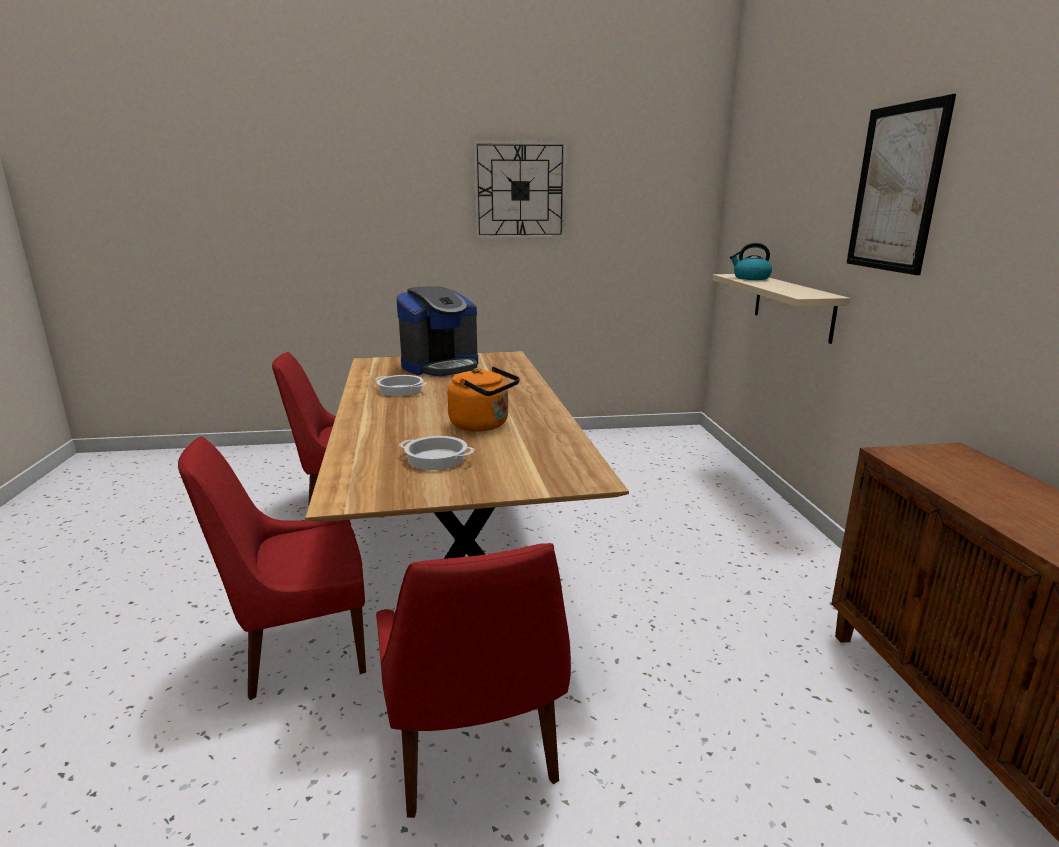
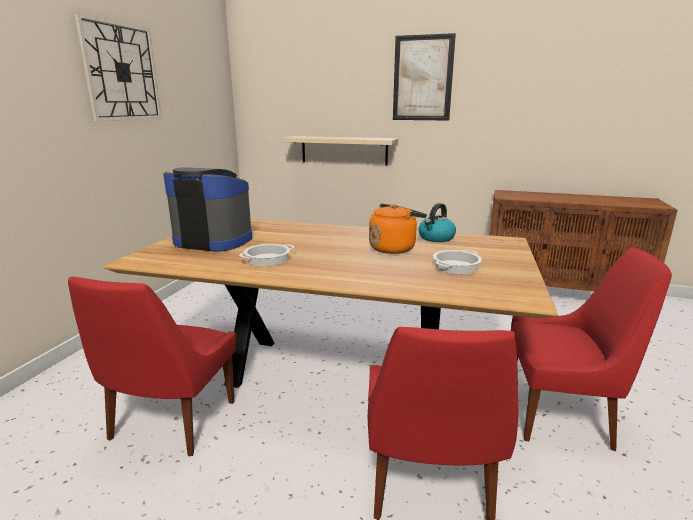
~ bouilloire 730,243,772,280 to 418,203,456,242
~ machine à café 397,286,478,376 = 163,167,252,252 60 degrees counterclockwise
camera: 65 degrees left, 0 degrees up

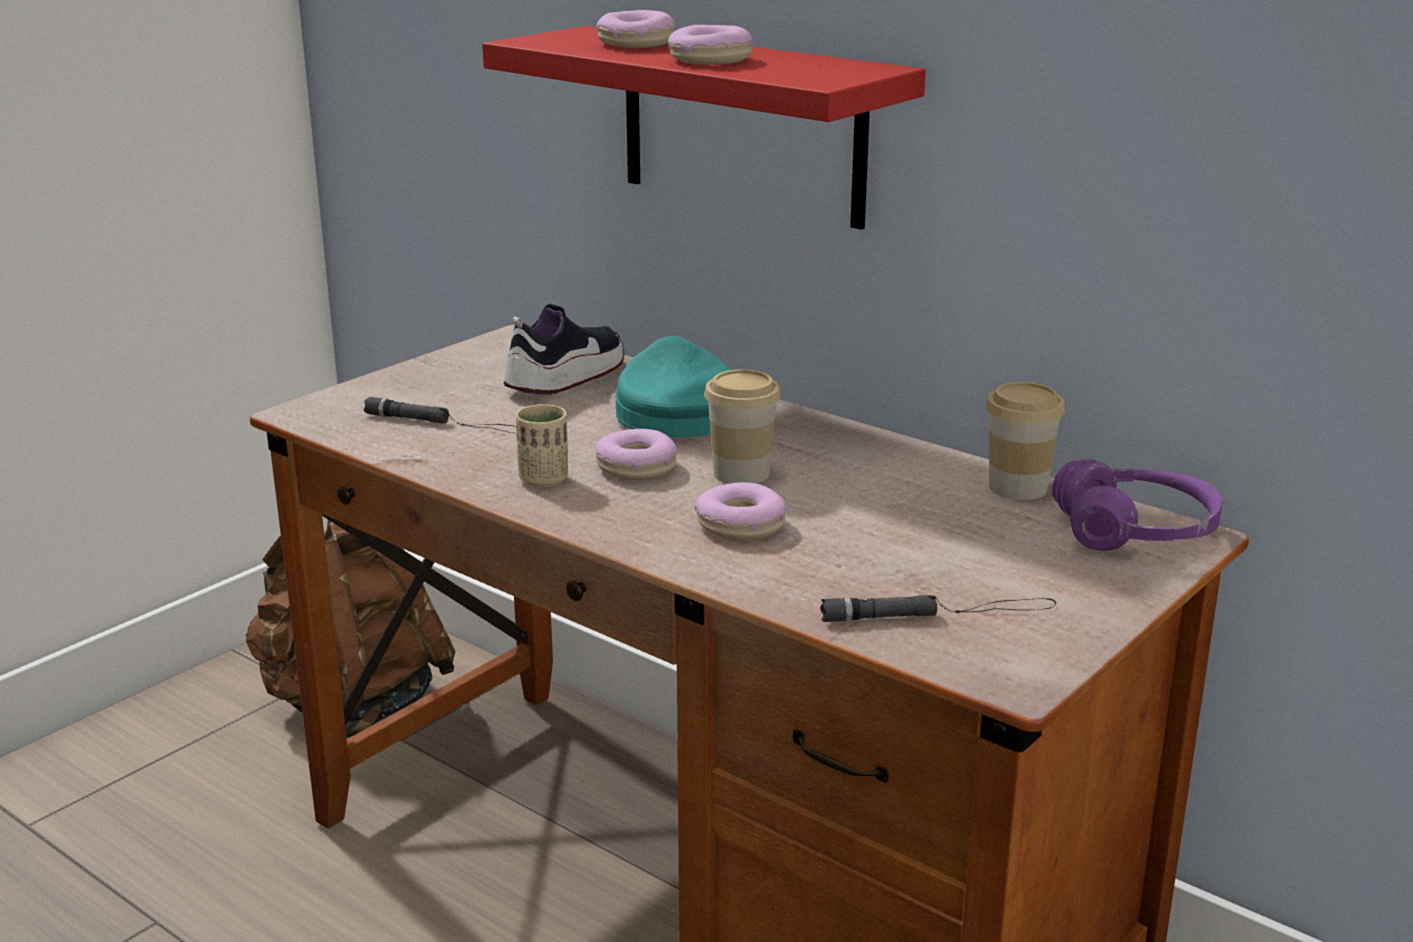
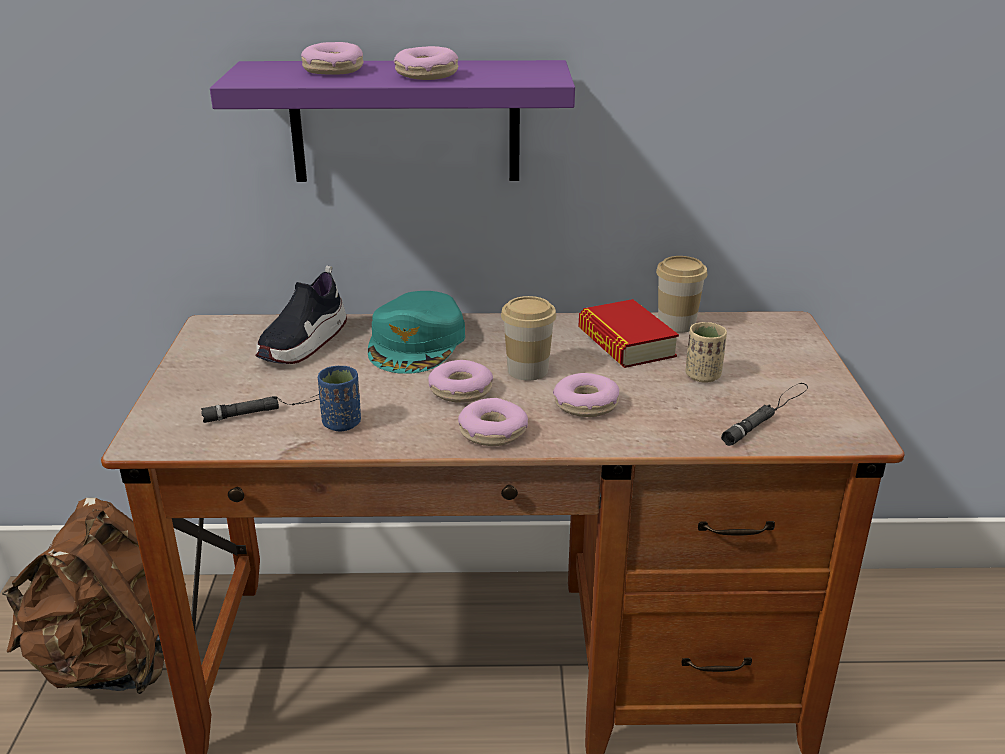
- casque audio/violet 1052,459,1222,551
+ tasse/bleu 318,366,361,431
+ beignet 458,398,528,446
+ livre 579,299,679,368
~ tasse/beige 516,404,568,487 to 685,322,727,383
~ étagère/rouge 482,26,926,230 to étagère/violet 210,60,575,182
~ chaussure 504,304,624,395 = 255,265,347,364 150 degrees counterclockwise
~ casquette/turquoise 616,336,732,438 = 368,291,465,374 120 degrees counterclockwise
camera: 40 degrees left, 5 degrees up

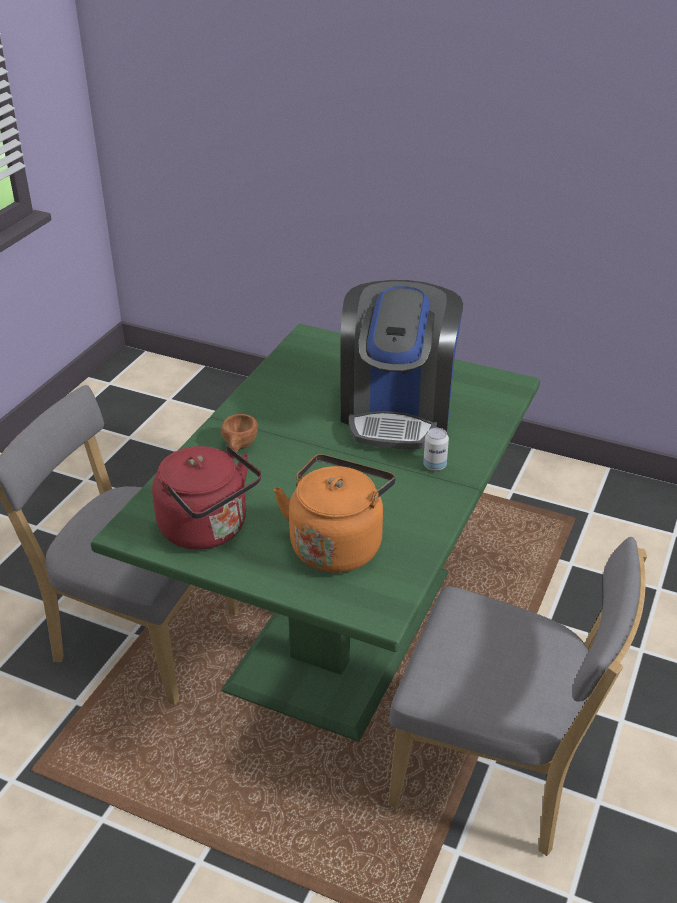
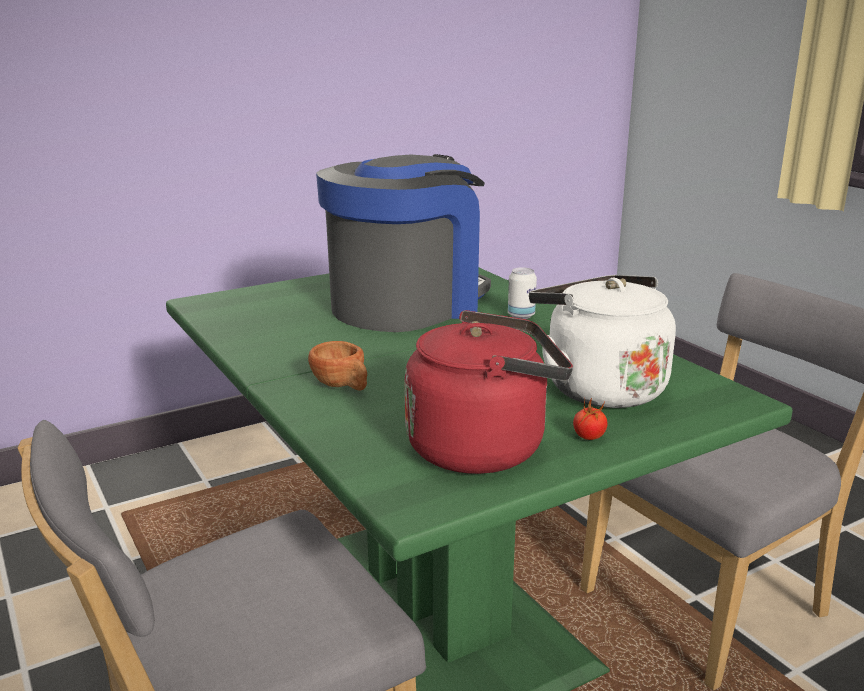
+ tomate 573,398,607,440
~ bouilloire/orange 274,454,396,573 to bouilloire/blanc 529,275,676,408
~ machine à café 340,280,463,449 = 316,154,491,332 90 degrees counterclockwise
camera: 55 degrees left, 15 degrees down

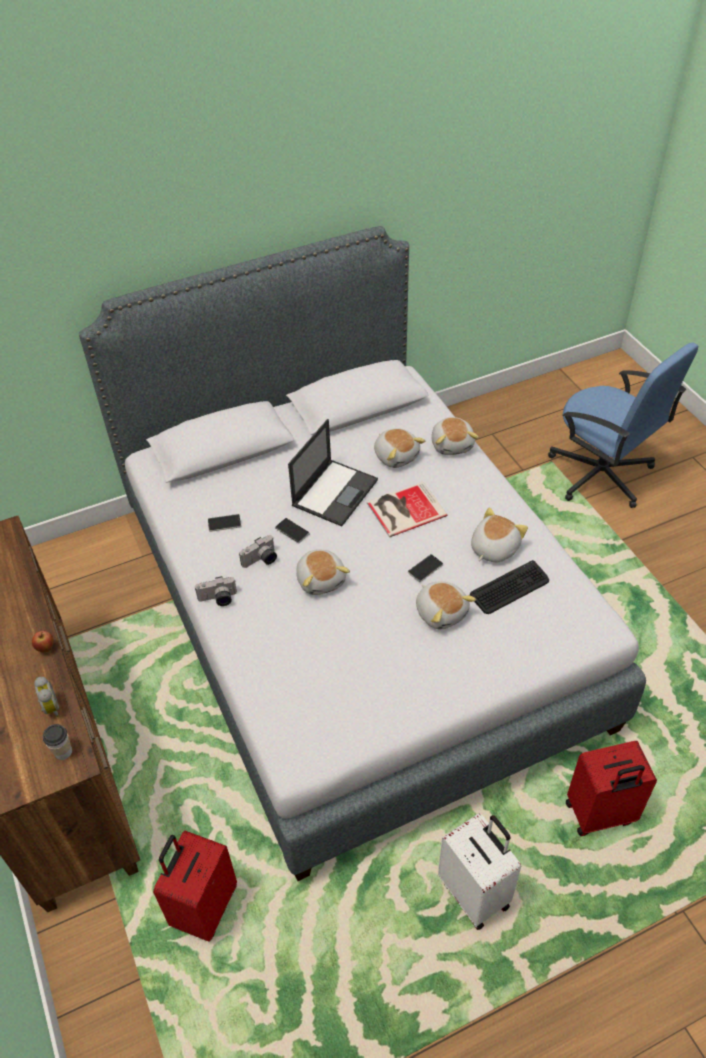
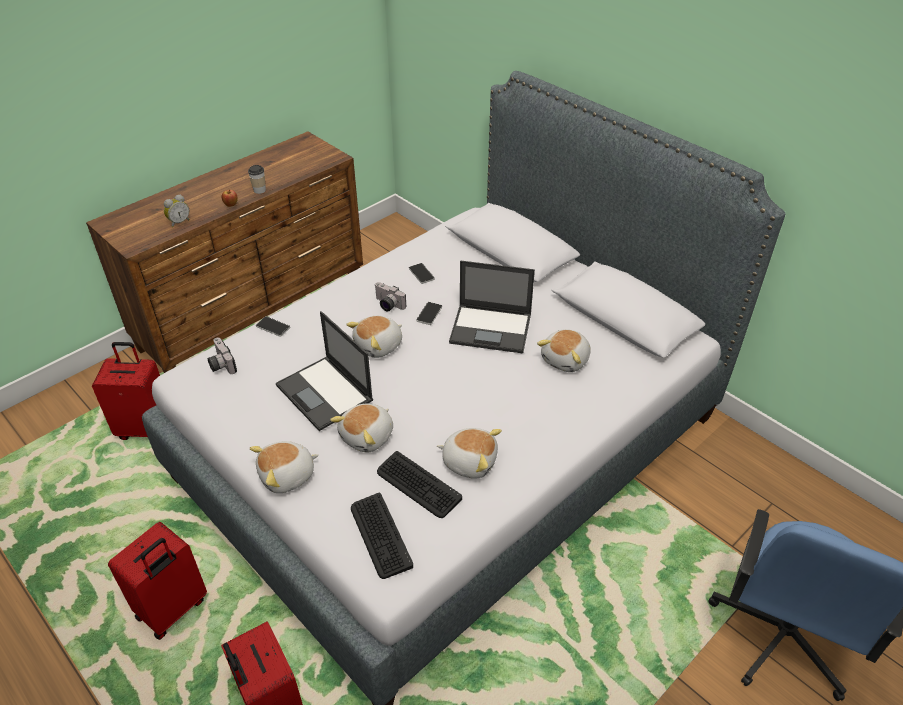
- livre 367,482,447,537
+ ordinateur portable 276,311,373,431
+ clavier 351,493,413,579
~ tasse 43,724,72,760 to 248,165,266,194
~ appareil photo 195,576,237,606 to 208,337,237,374
~ téléphone 408,554,443,582 to 256,316,290,337
~ peluche 431,417,479,455 to 250,441,319,493
~ valise/blanc 438,813,521,930 to valise/rouge 108,522,207,640
camera: 70 degrees right, 5 degrees down

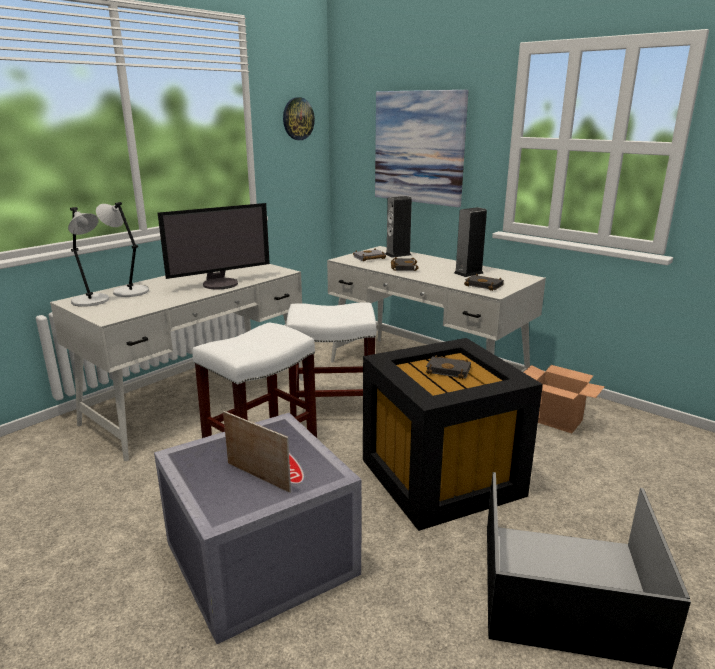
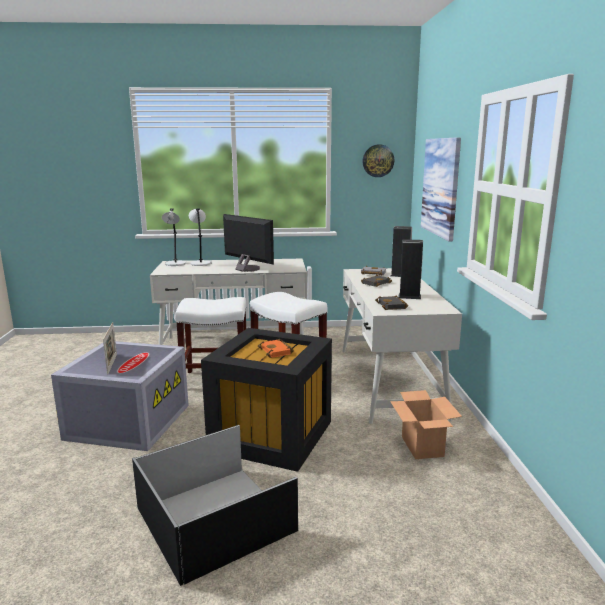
~ livre/noir 426,355,471,379 to livre/orange 258,339,294,358
~ écran d'ordinateur 158,203,270,289 = 223,214,274,272 150 degrees counterclockwise
camera: 45 degrees right, 5 degrees down

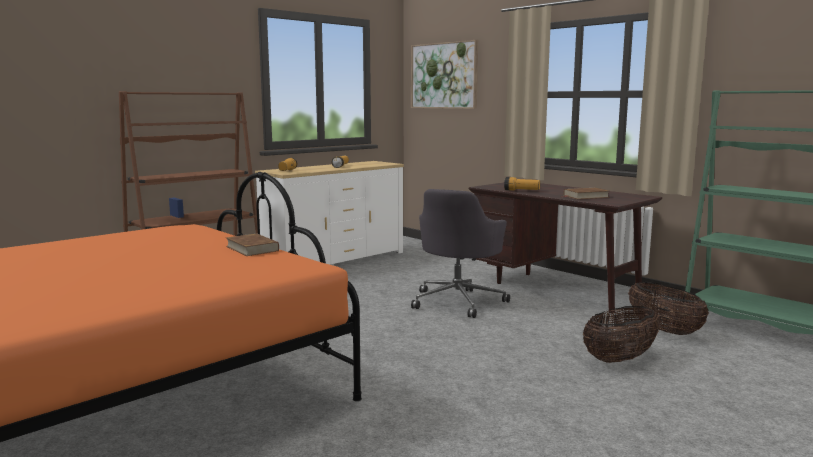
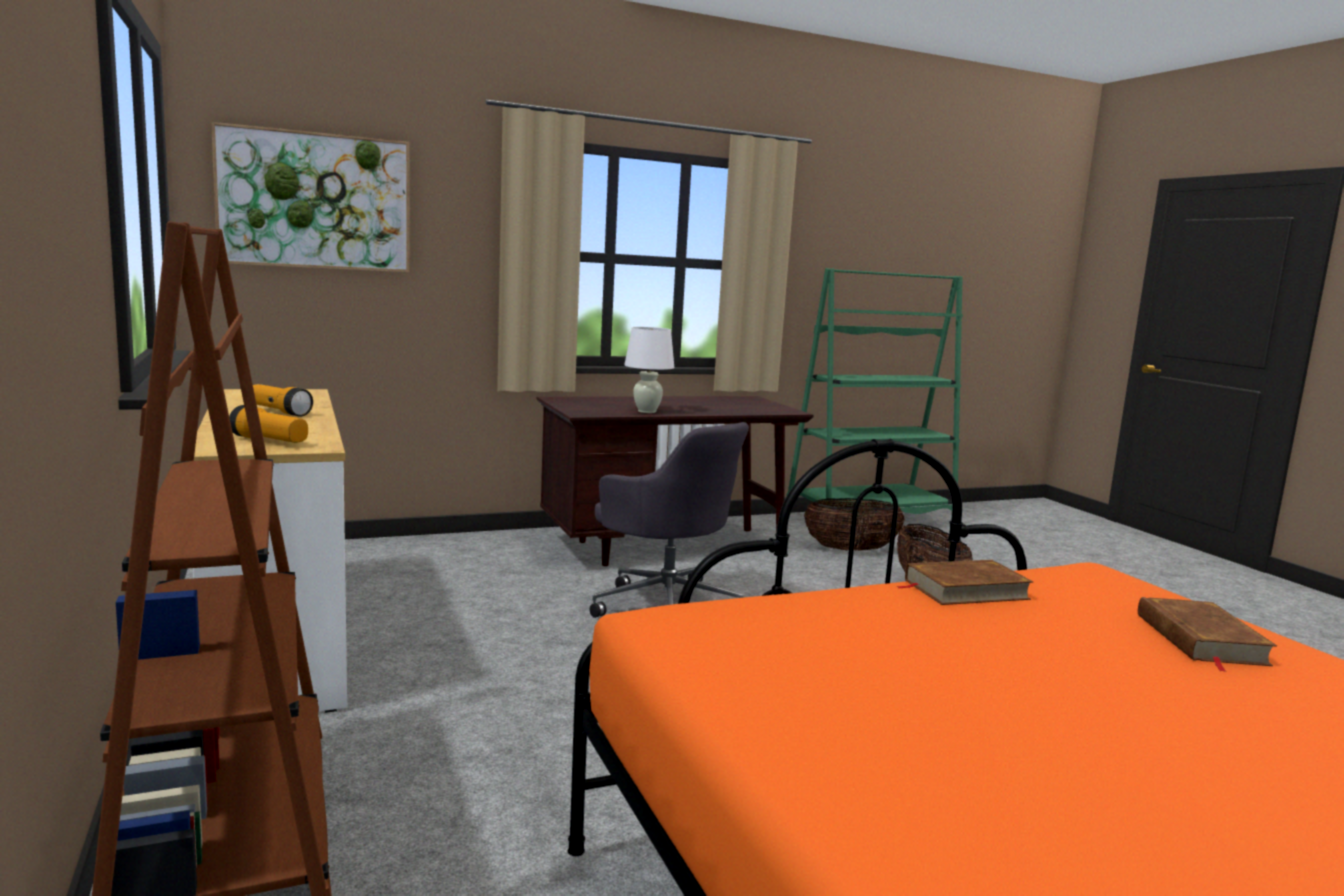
~ livre/marron 564,188,609,199 to 1138,597,1277,672
~ lampe de poche 504,177,540,191 to lampe de table/blanc 624,327,674,413
camera: 70 degrees left, 0 degrees up

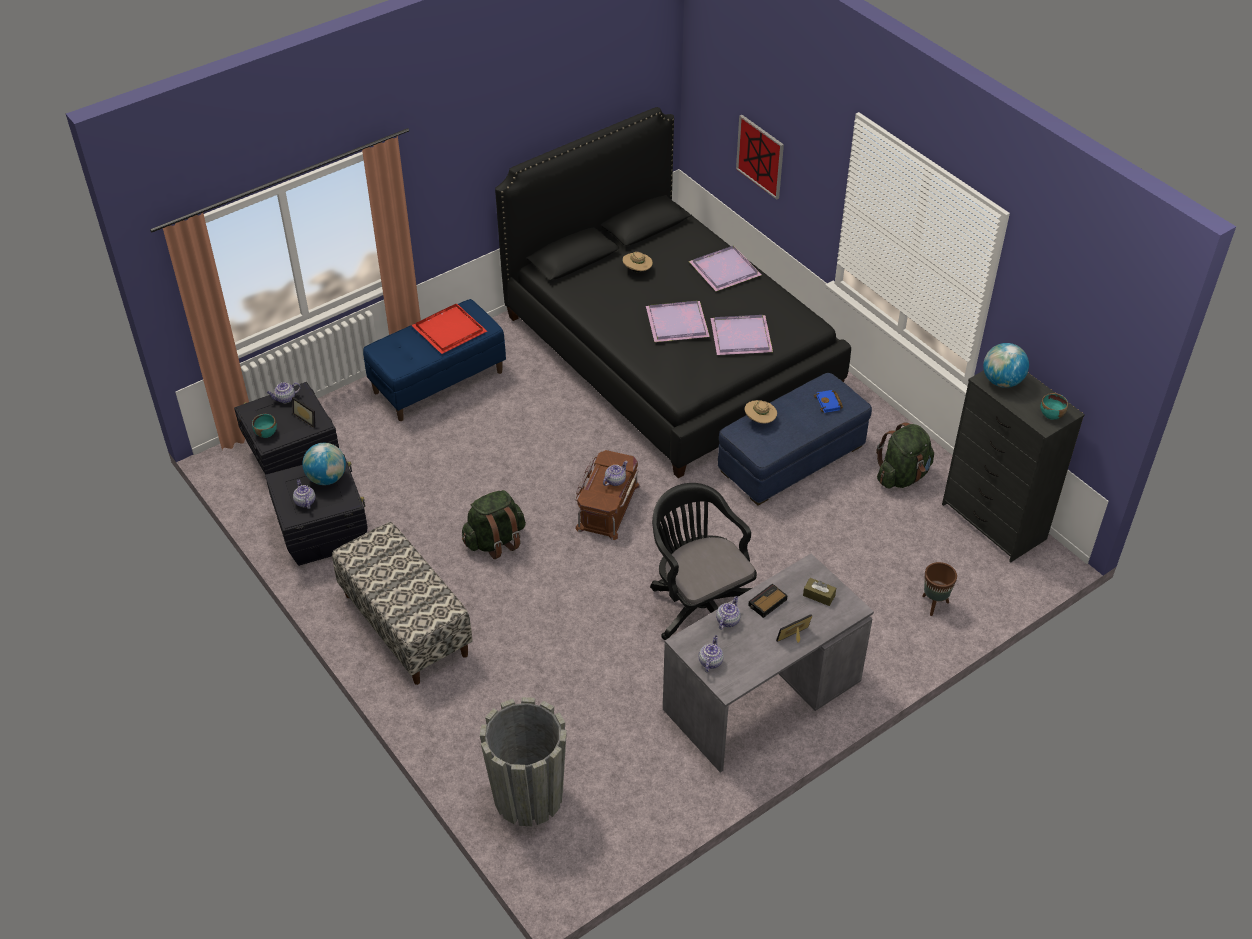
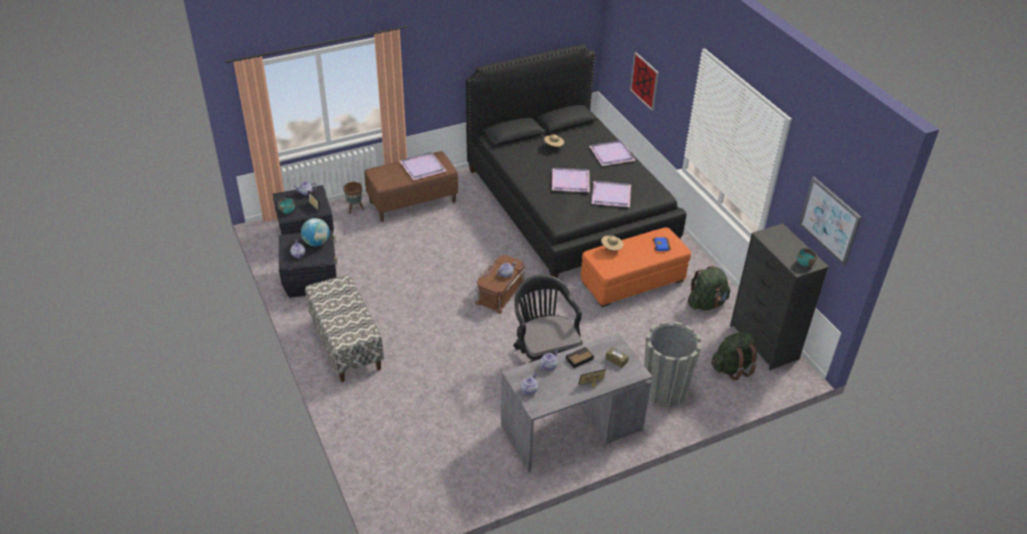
- globe 983,343,1029,388
+ tableau 799,177,862,266
~ sac à dos/vert 462,490,526,559 to 711,332,757,381
~ cache-pot/gris 480,697,567,826 to 644,321,702,407
~ cache-pot/marron 922,562,957,616 to 343,182,364,214
~ banc/bleu 363,299,506,421 to banc/marron 365,151,458,222
~ plateau/rouge 411,304,487,354 to plateau/violet 399,152,446,180
~ pouf/bleu 718,373,872,506 to pouf/orange 581,227,691,307
camera: 10 degrees right, 5 degrees down

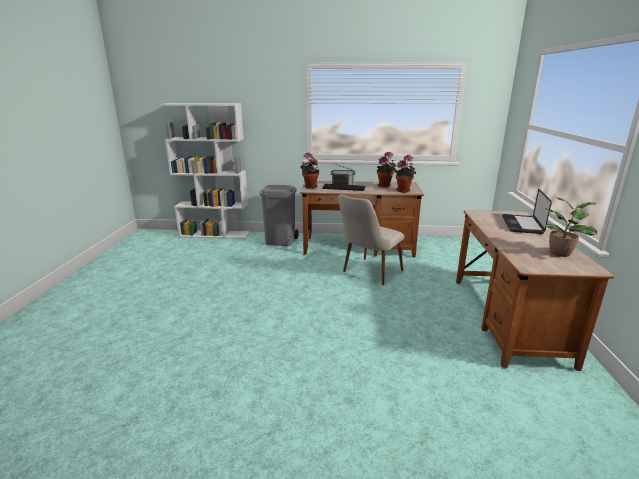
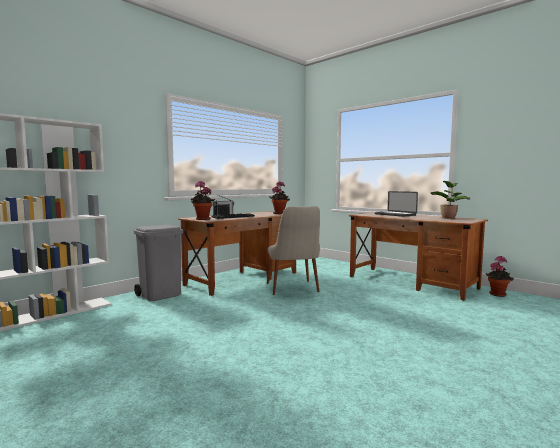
~ plante en pot 377,151,397,188 to 486,256,514,297
camera: 50 degrees left, 15 degrees down

